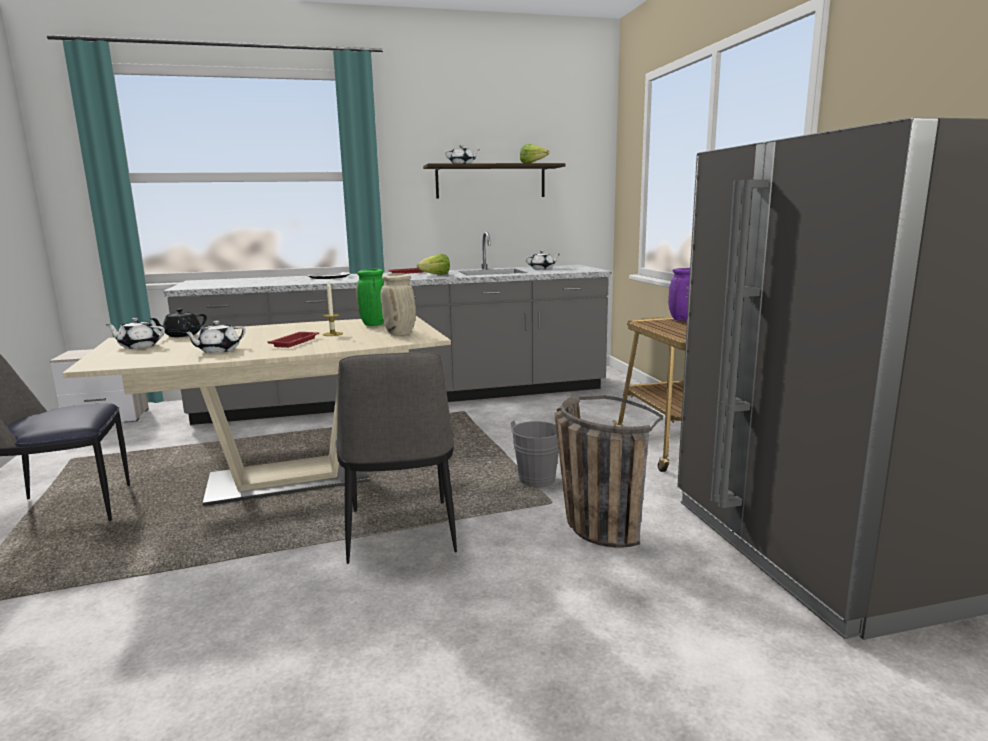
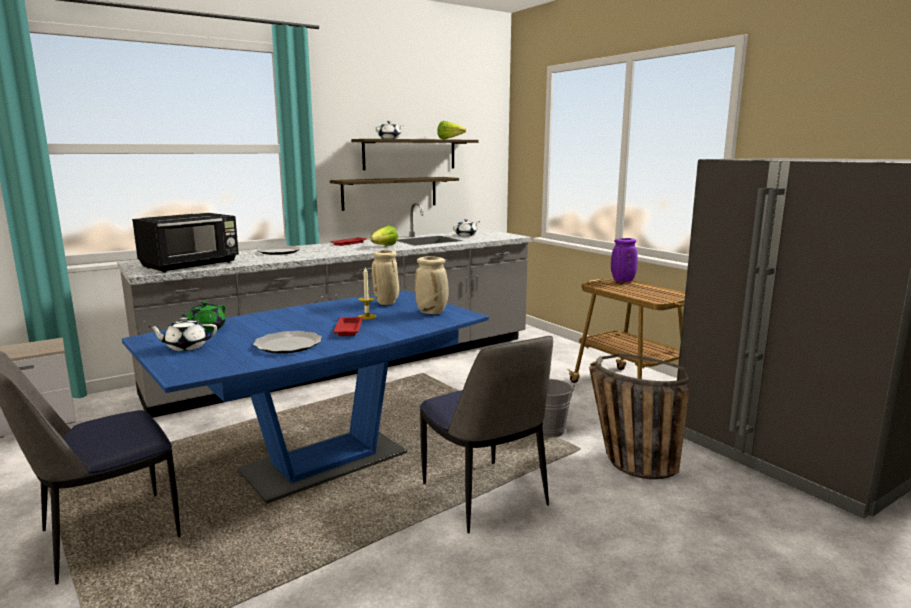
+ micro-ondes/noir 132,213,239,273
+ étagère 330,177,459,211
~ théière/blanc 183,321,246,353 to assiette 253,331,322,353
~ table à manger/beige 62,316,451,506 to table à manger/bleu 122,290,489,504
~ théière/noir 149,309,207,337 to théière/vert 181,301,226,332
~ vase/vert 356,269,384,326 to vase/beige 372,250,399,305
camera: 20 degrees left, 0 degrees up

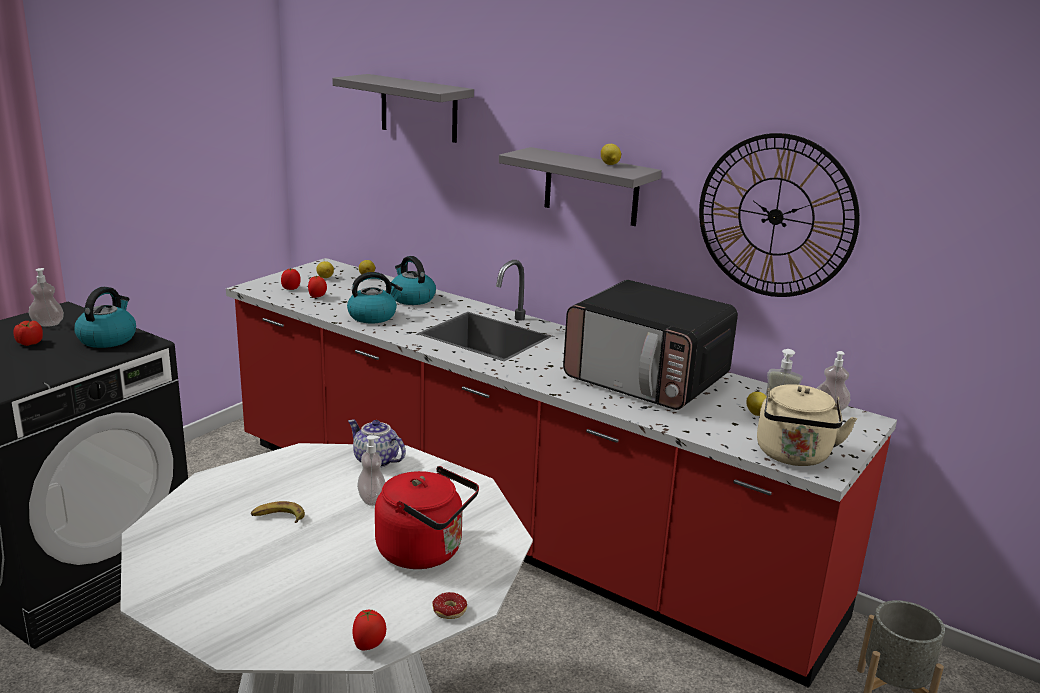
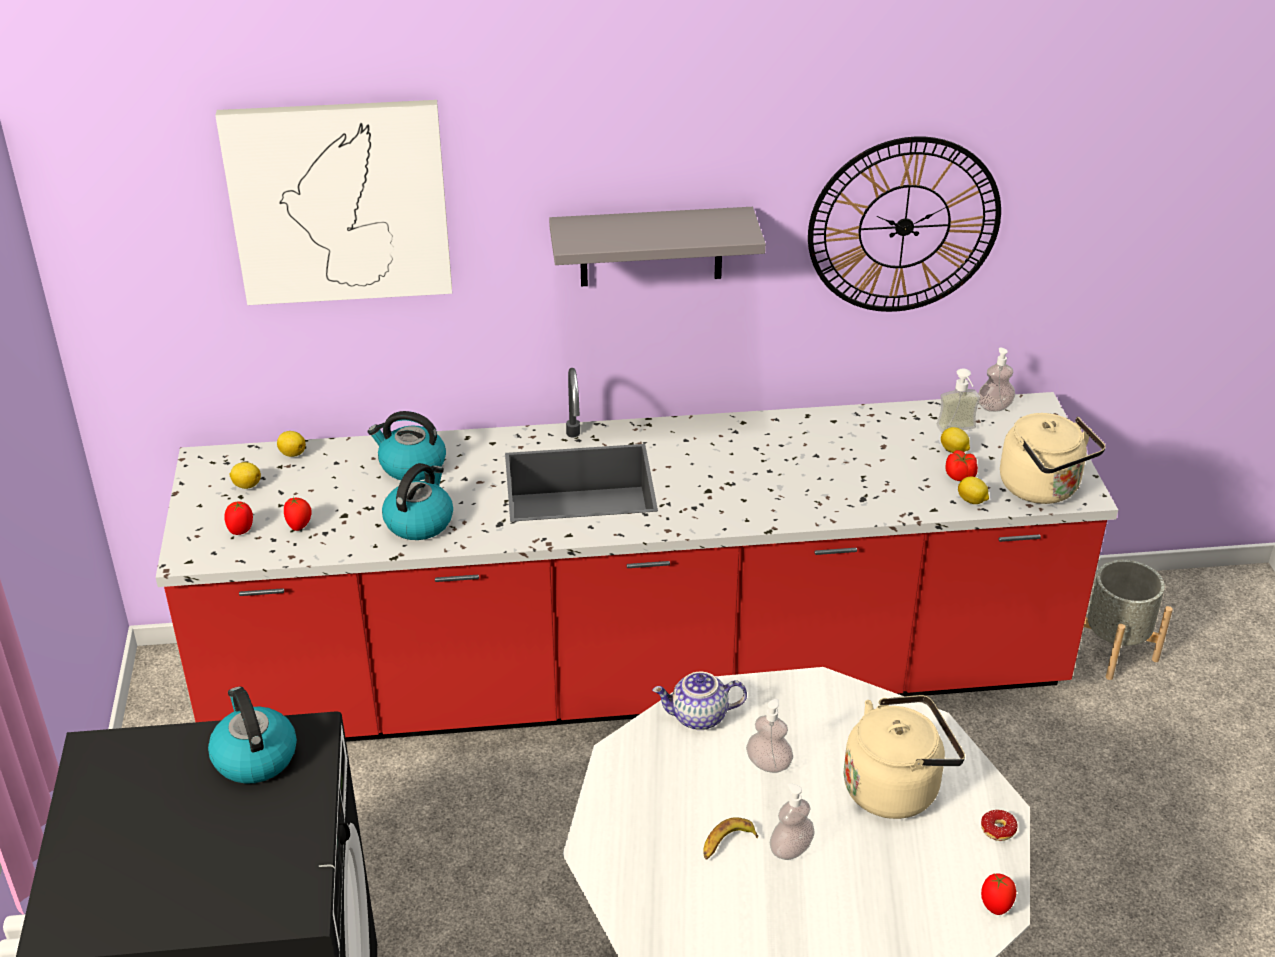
- micro-ondes 563,280,738,410
~ tomate 13,321,43,346 to 945,450,978,481
~ distributeur de savon 29,268,64,327 to 770,783,815,860
~ citron 601,144,621,165 to 958,477,989,504
~ étagère/gris 332,74,474,143 to tableau 215,100,452,305
~ bouilloire/rouge 375,466,479,569 to bouilloire/beige 844,695,965,819
camera: 40 degrees left, 15 degrees up

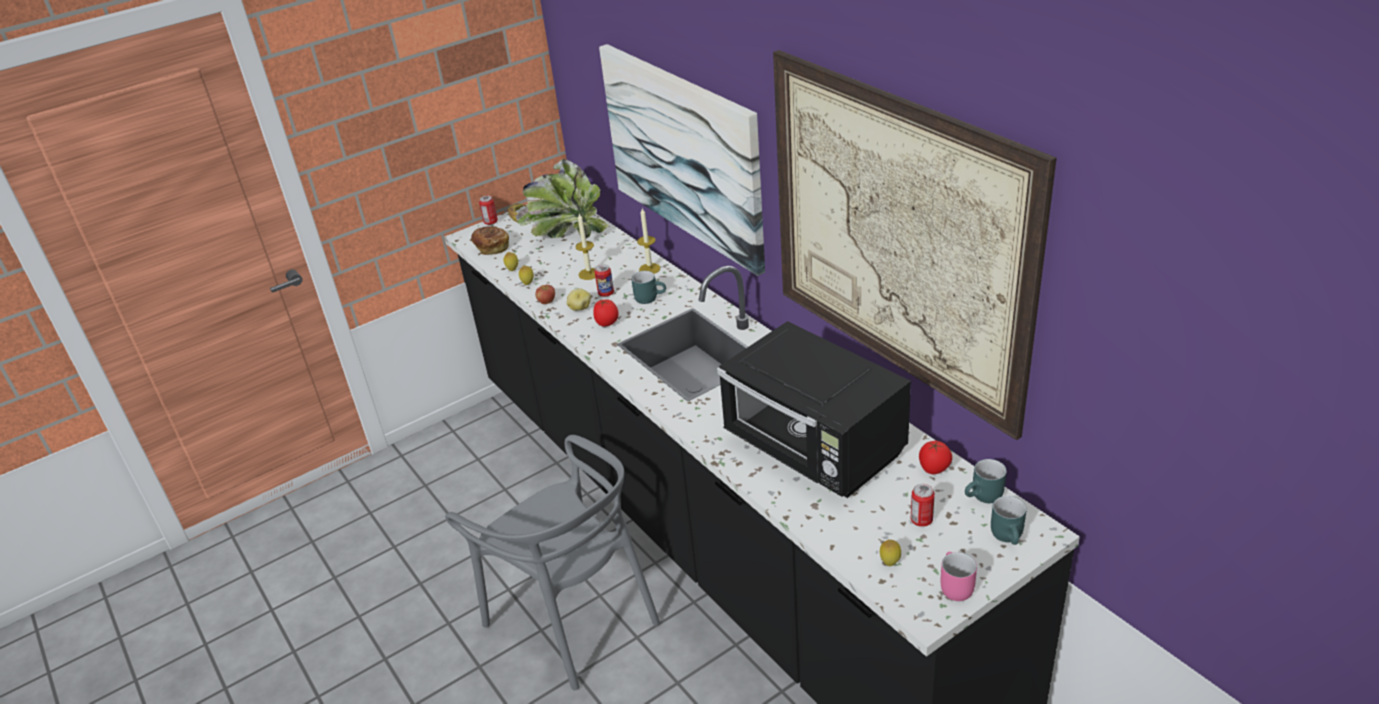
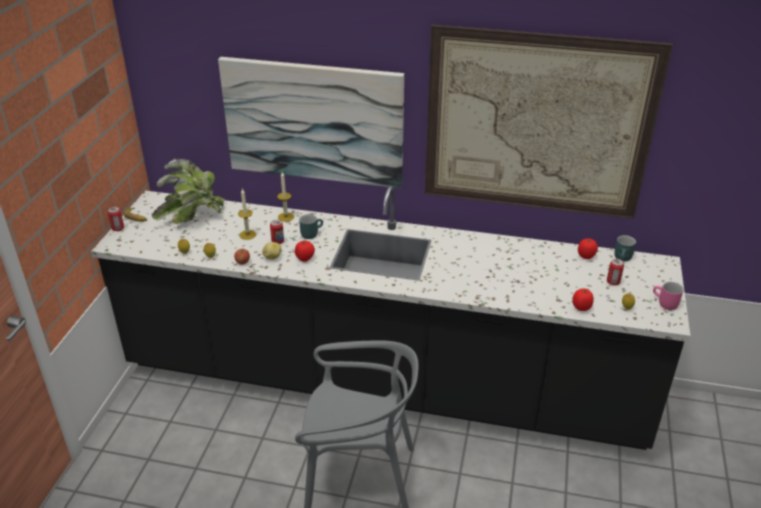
- pain 471,226,509,255
- micro-ondes/noir 717,321,911,498
- mug/turquoise 991,496,1026,545
+ tomate 572,288,594,311
camera: 45 degrees left, 0 degrees up

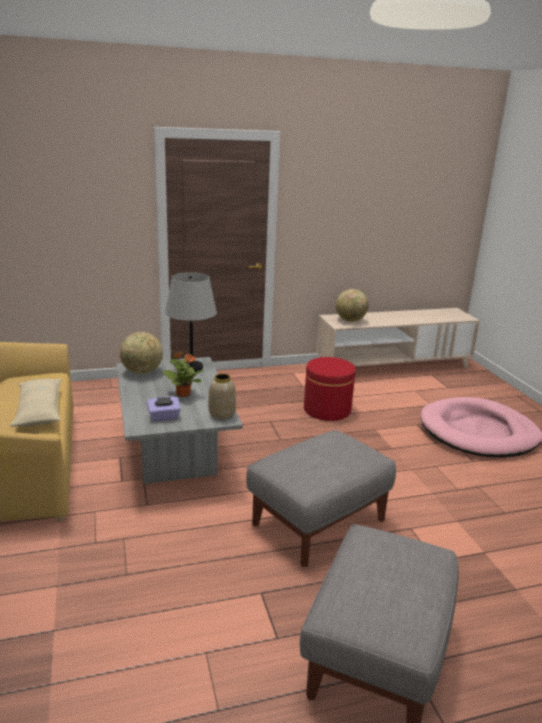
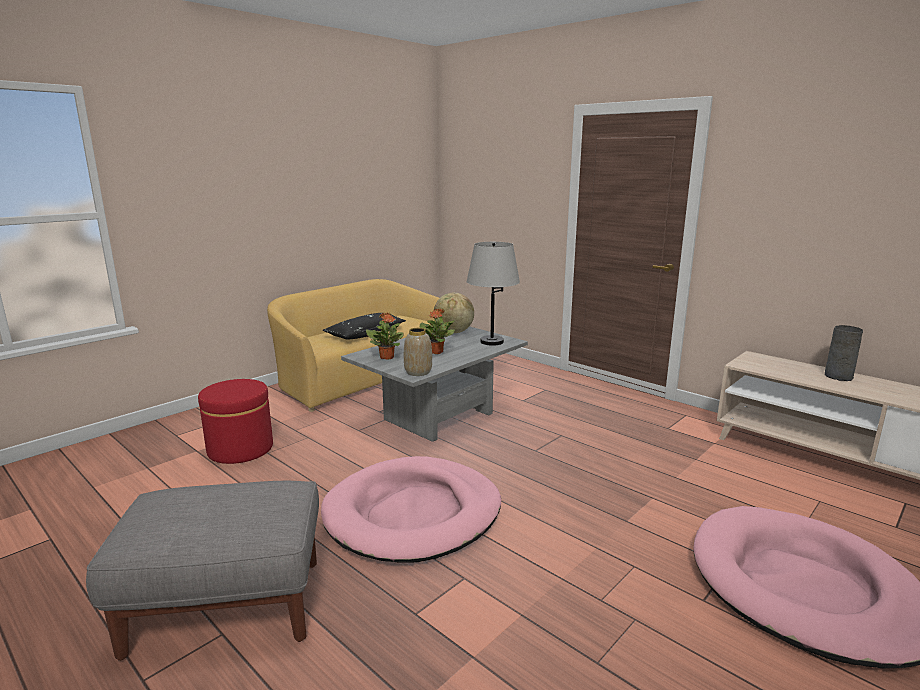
- globe 336,289,369,322
+ vase/gris 825,325,863,381
~ pouf/rouge 304,357,356,421 to 198,379,273,464
~ boîte à mouchoirs/violet 147,396,181,421 to plante en pot 366,312,403,360
~ pouf/gris 246,430,396,567 to panier pour chien/rose 321,456,501,563
~ coussin/beige 10,379,62,426 to coussin/noir 322,313,406,340
camera: 60 degrees right, 5 degrees down

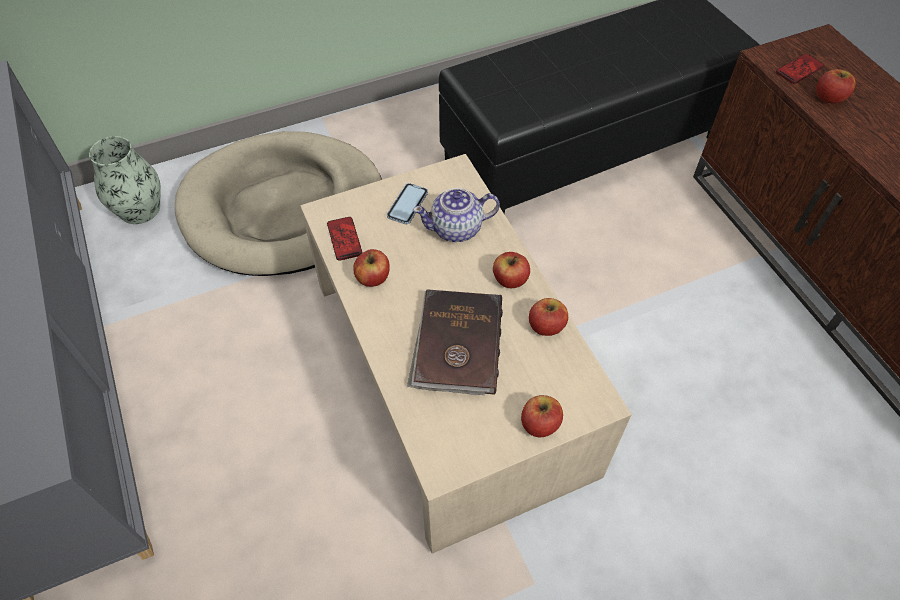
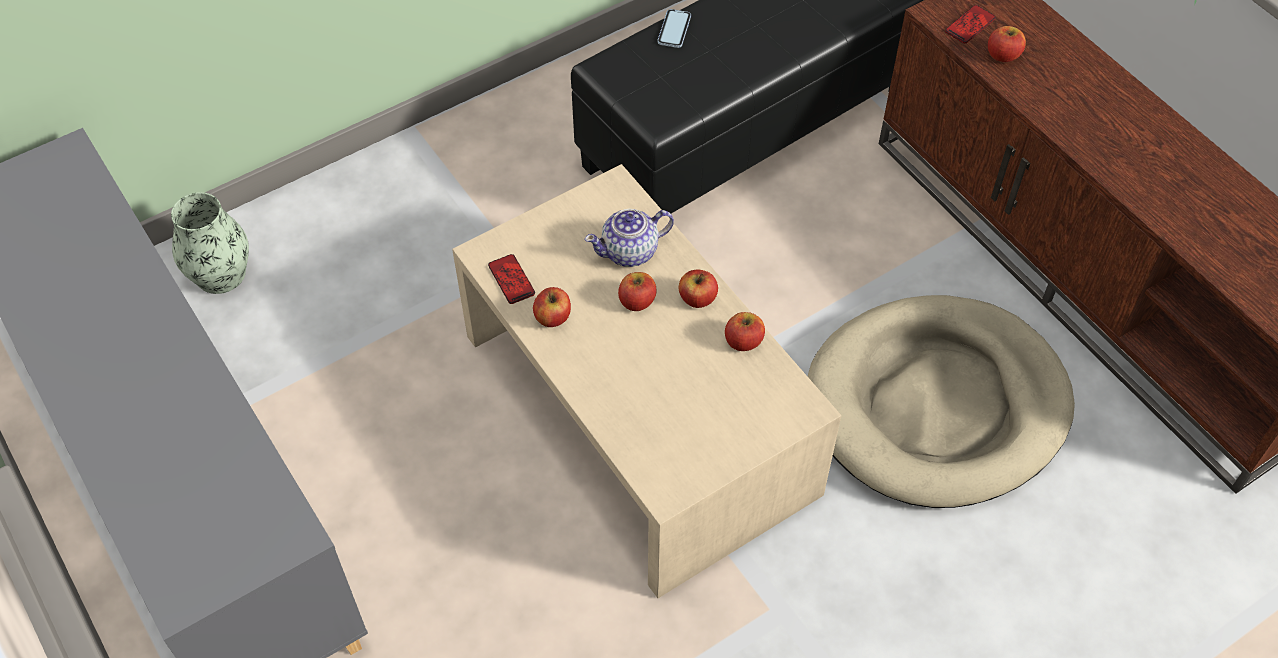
- livre/marron 407,289,503,395
~ panier pour chien/beige 175,131,382,276 to 808,295,1075,508
~ téléphone 387,183,428,225 to 658,9,691,48
~ pomme 521,395,563,437 to 618,272,656,311
camera: 10 degrees left, 0 degrees up

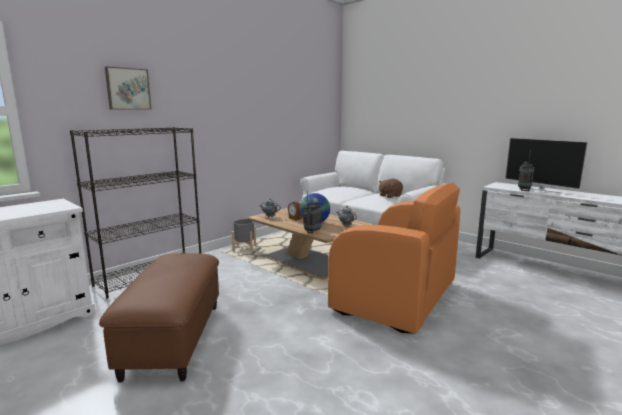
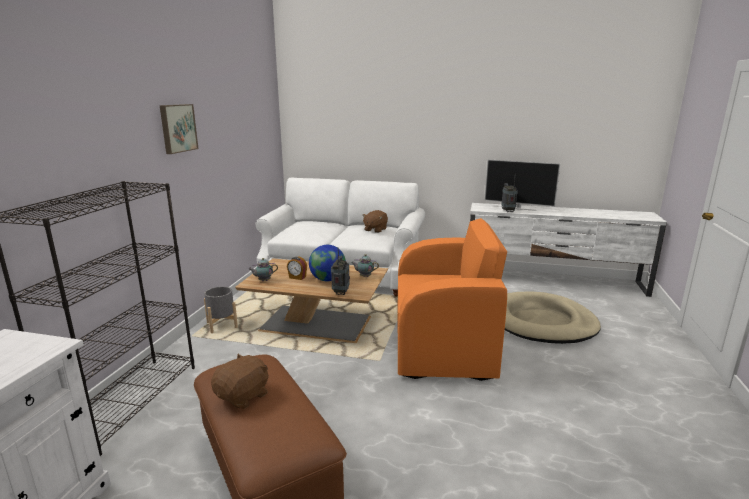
+ peluche/marron 211,354,269,409
+ panier pour chien/beige 505,291,601,344
~ tableau 105,66,152,110 to 160,104,198,154
camera: 30 degrees left, 5 degrees up

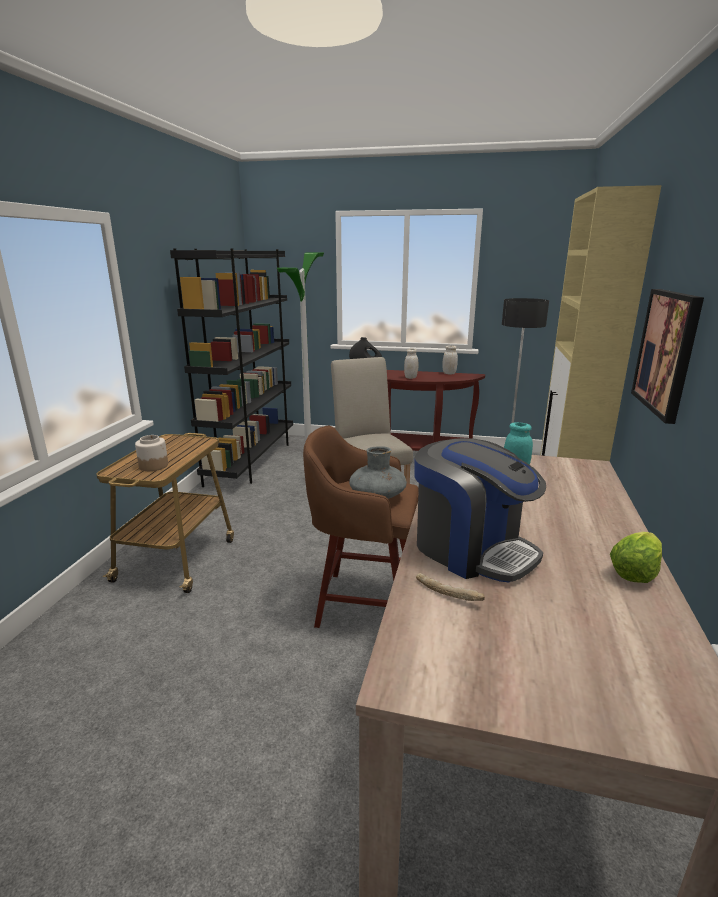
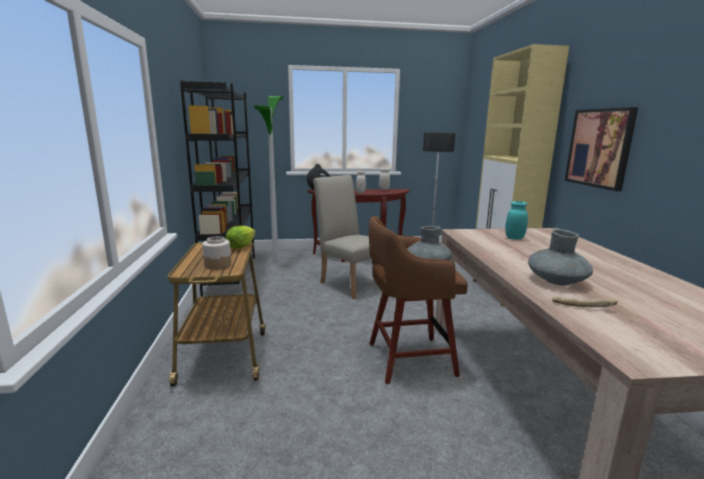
~ laitue 610,532,662,583 to 226,226,256,249
~ machine à café 414,438,546,582 to vase/gris 528,229,593,285
camera: 20 degrees left, 5 degrees down

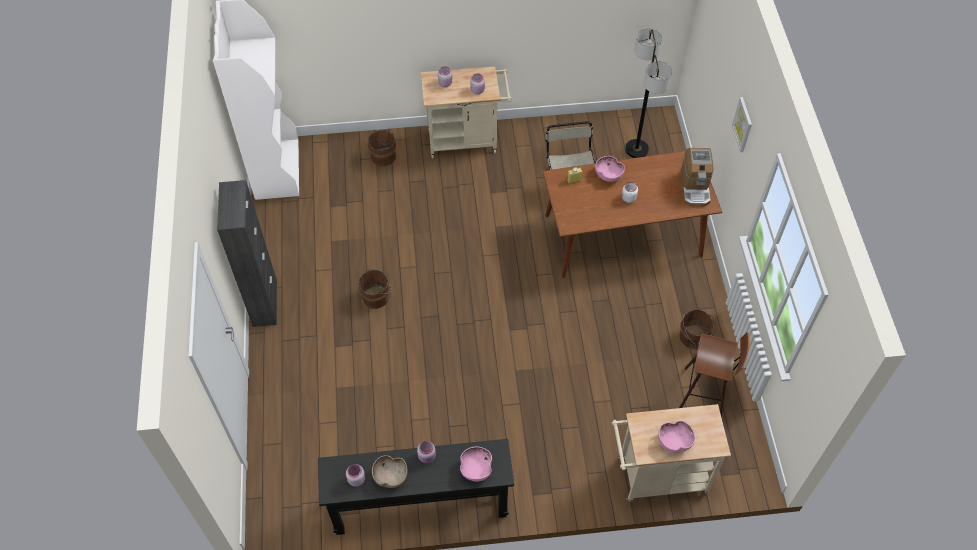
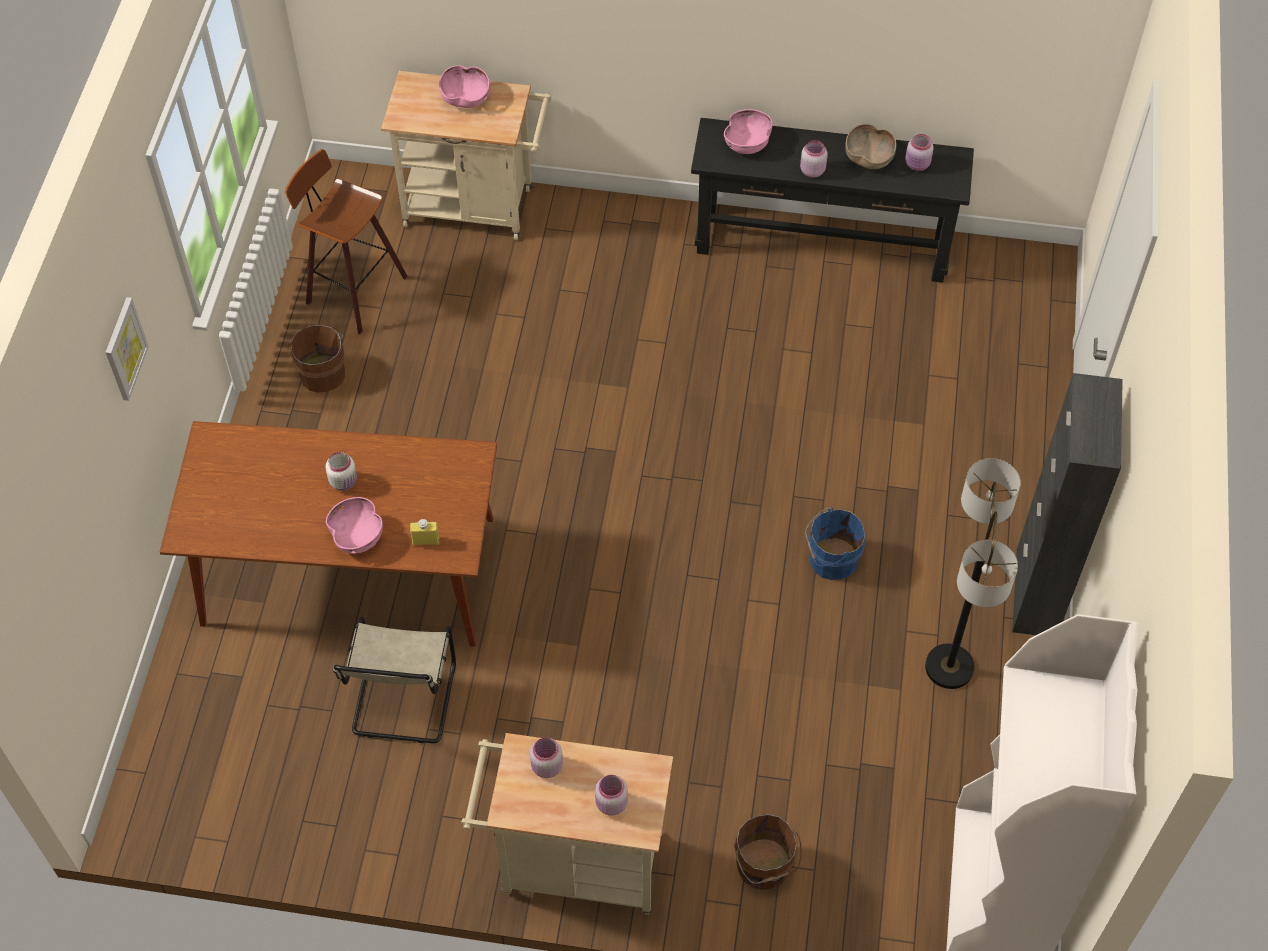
- machine à café 681,148,714,206
~ lampadaire 625,29,672,158 to 925,458,1021,689
~ seau/marron 358,270,392,309 to seau/bleu 805,508,865,580
camera: 165 degrees left, 0 degrees up

